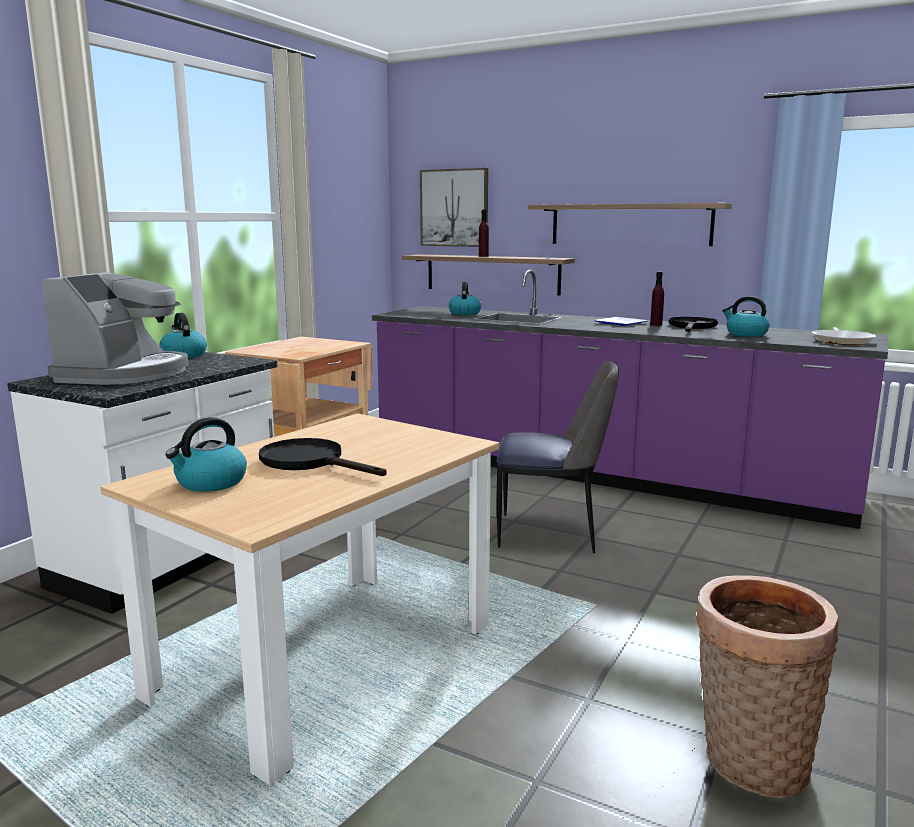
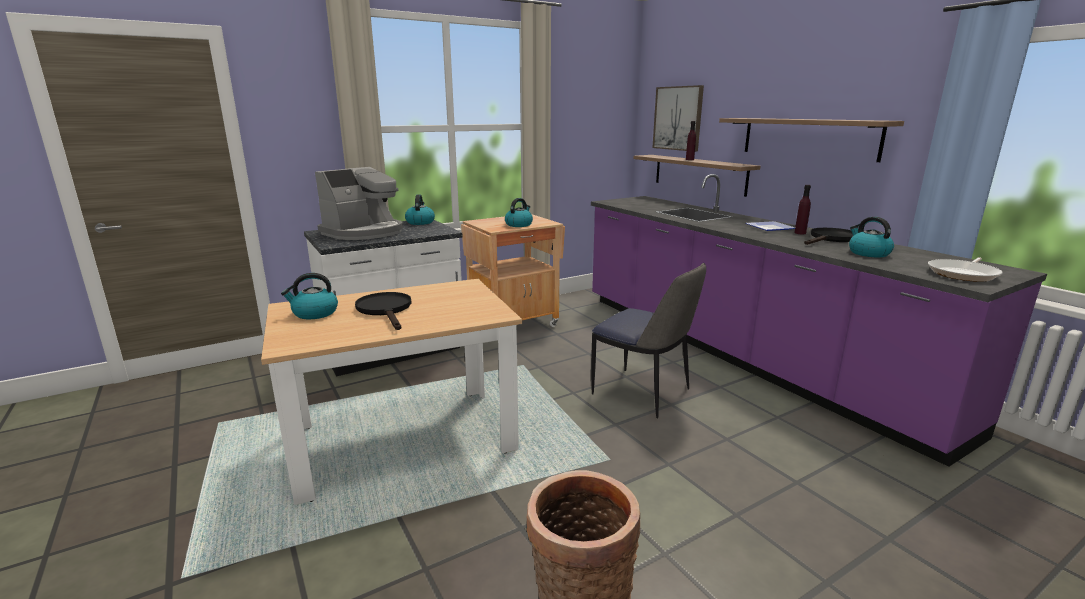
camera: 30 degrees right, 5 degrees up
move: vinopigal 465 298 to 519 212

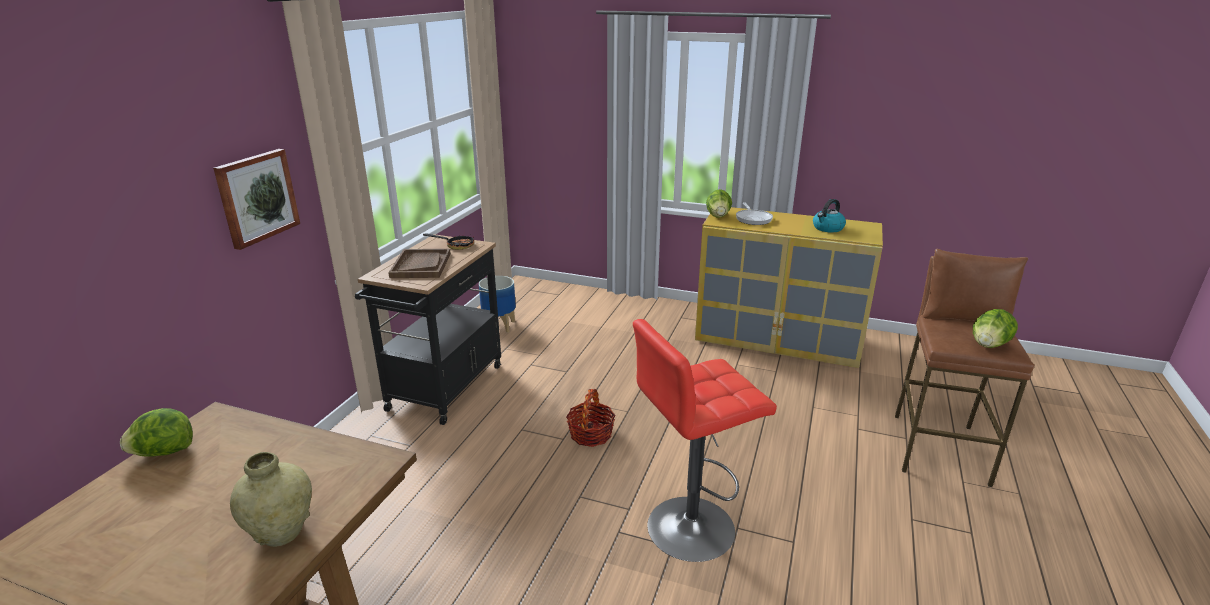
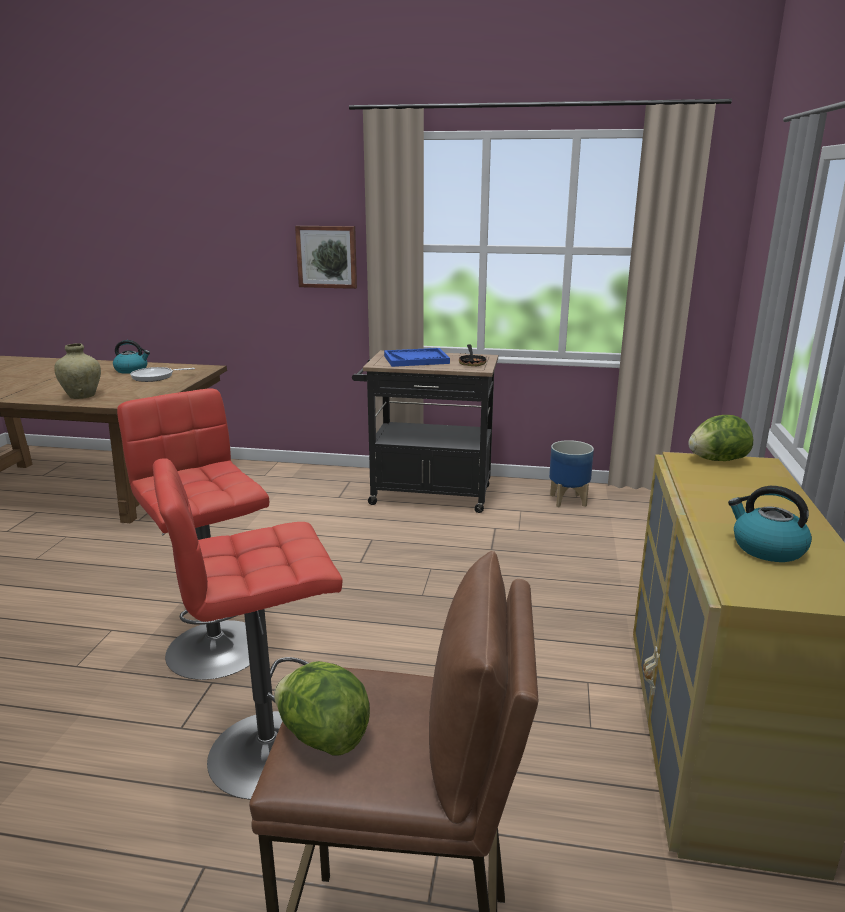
camera: 80 degrees right, 5 degrees down
delete: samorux 156 432; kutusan 591 418
insert: vinopigal 131 357; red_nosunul 248 628
move: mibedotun 754 213 to 162 374
recolor: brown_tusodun 419 263 to blue_tusodun 417 357

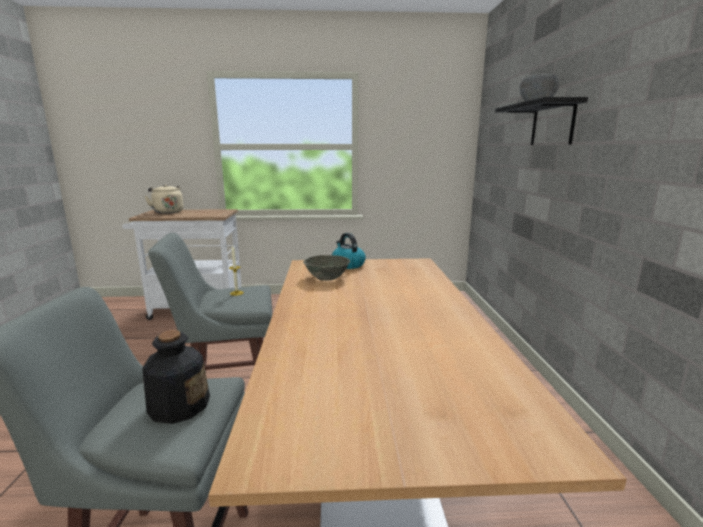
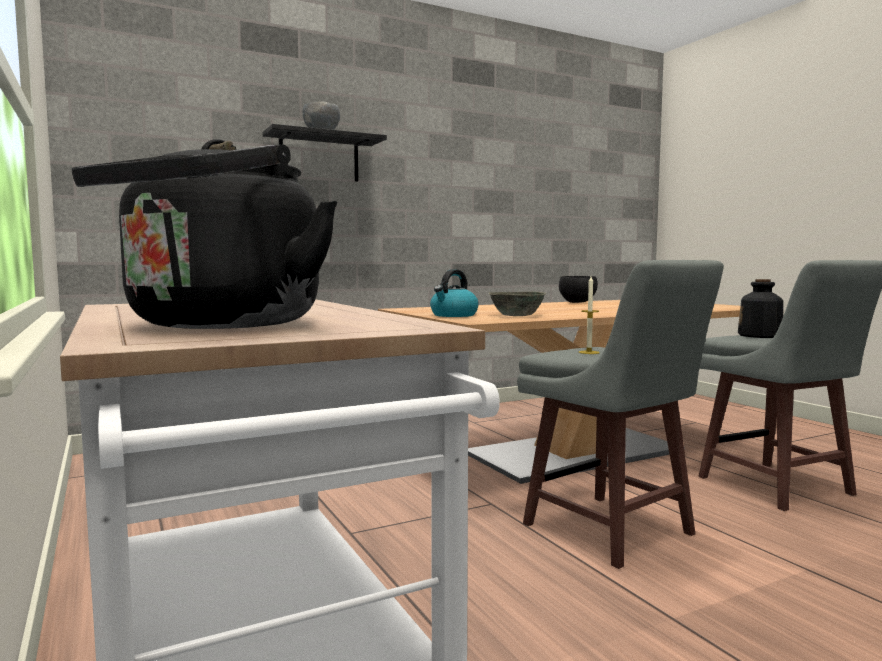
camera: 115 degrees left, 10 degrees down
insert: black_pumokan 578 289
recolor: beige_vinopigal 164 199 to black_vinopigal 204 234

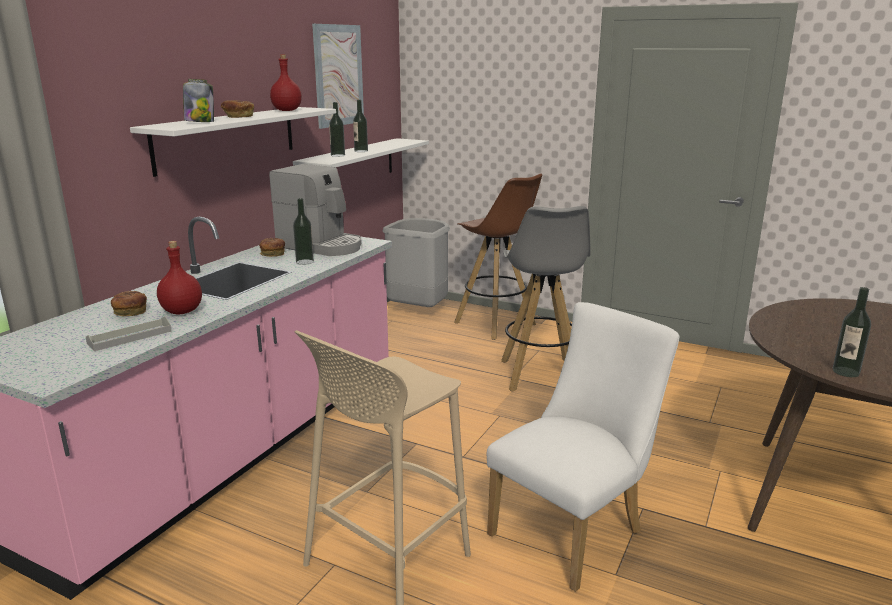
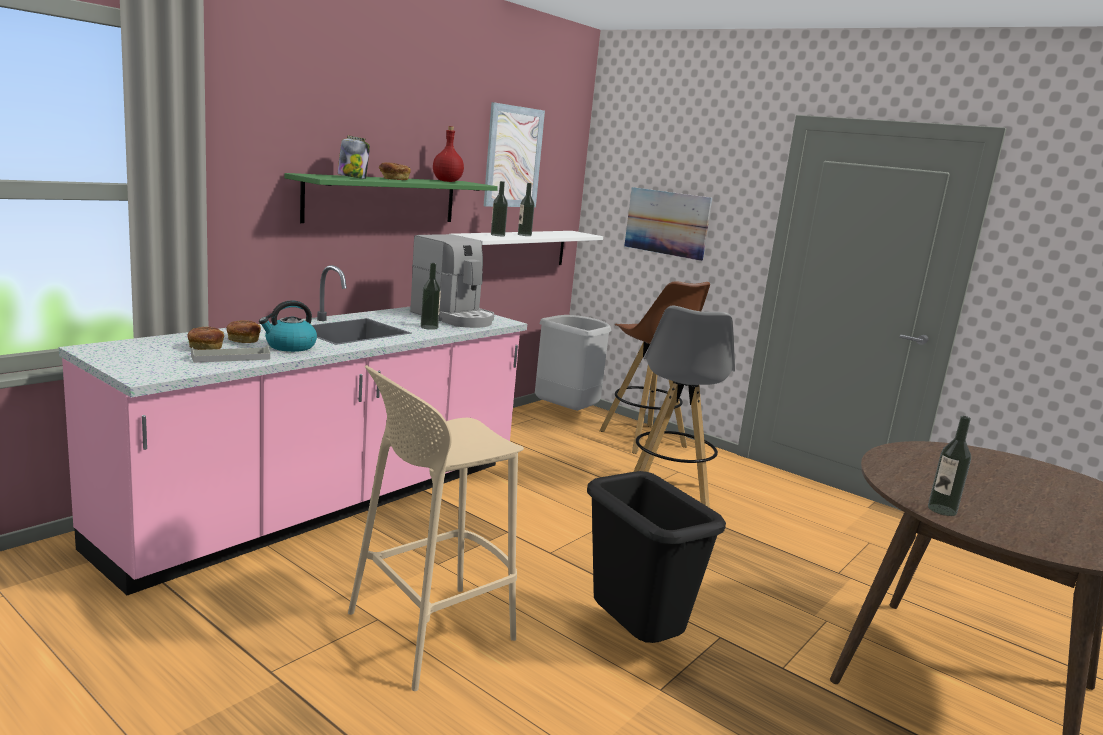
camera: 10 degrees right, 5 degrees down
insert: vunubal 668 224
move: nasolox 272 247 to 206 338
replace: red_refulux 179 278 to vinopigal 288 326; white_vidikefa 583 447 to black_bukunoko 656 557
recolor: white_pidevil 233 142 to green_pidevil 391 198

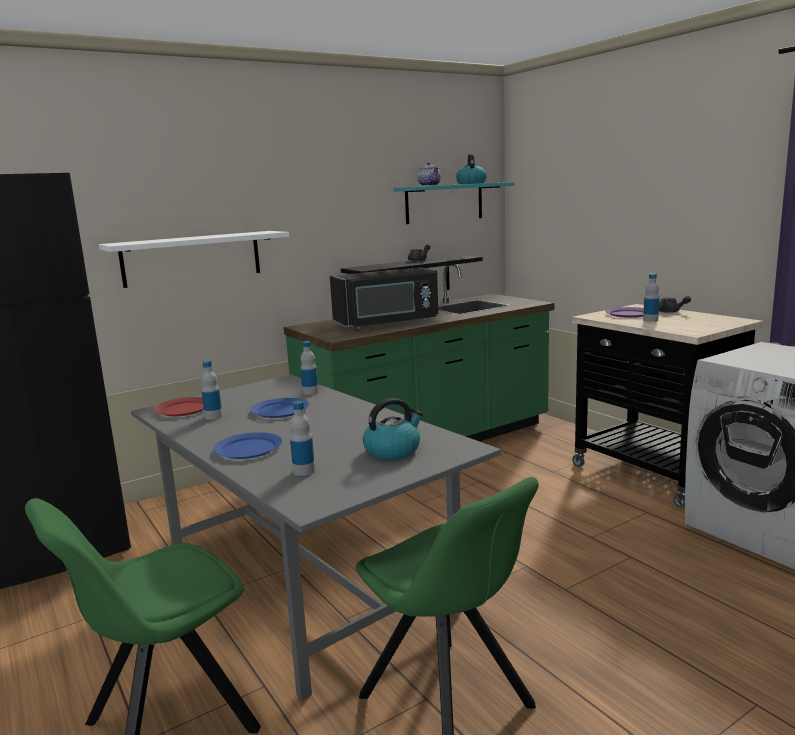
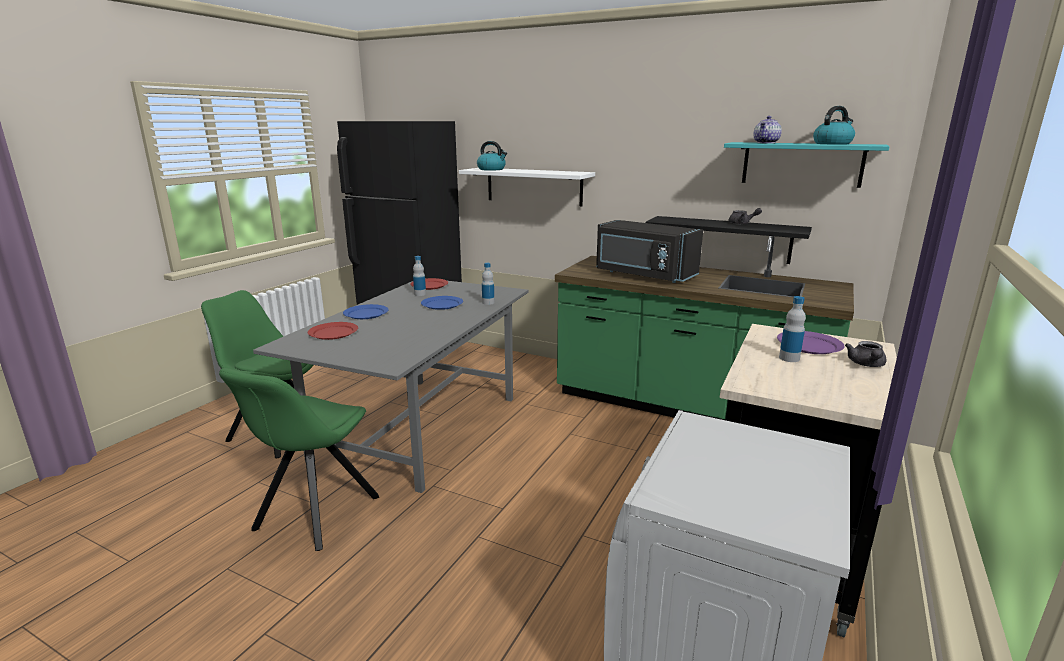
camera: 60 degrees right, 5 degrees up
move: vinopigal 393 429 to 492 156
replace: refulux 302 438 to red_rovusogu 333 331

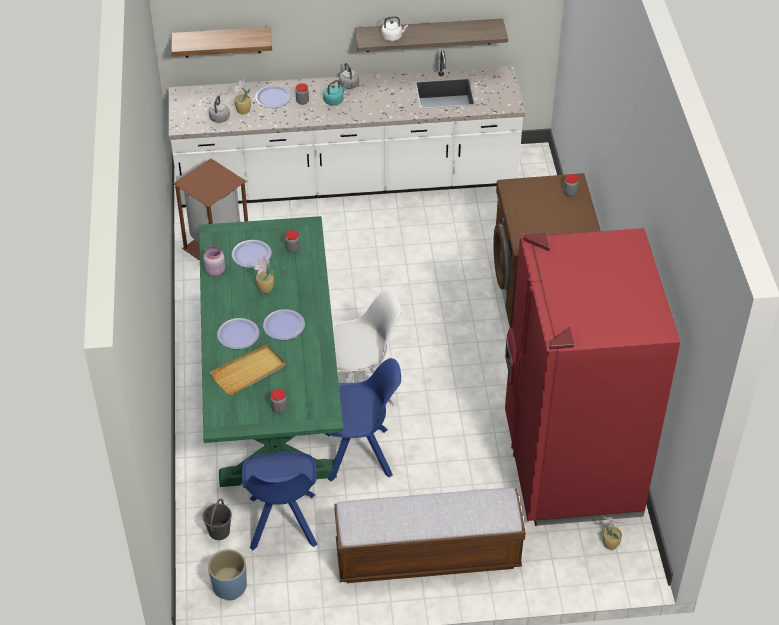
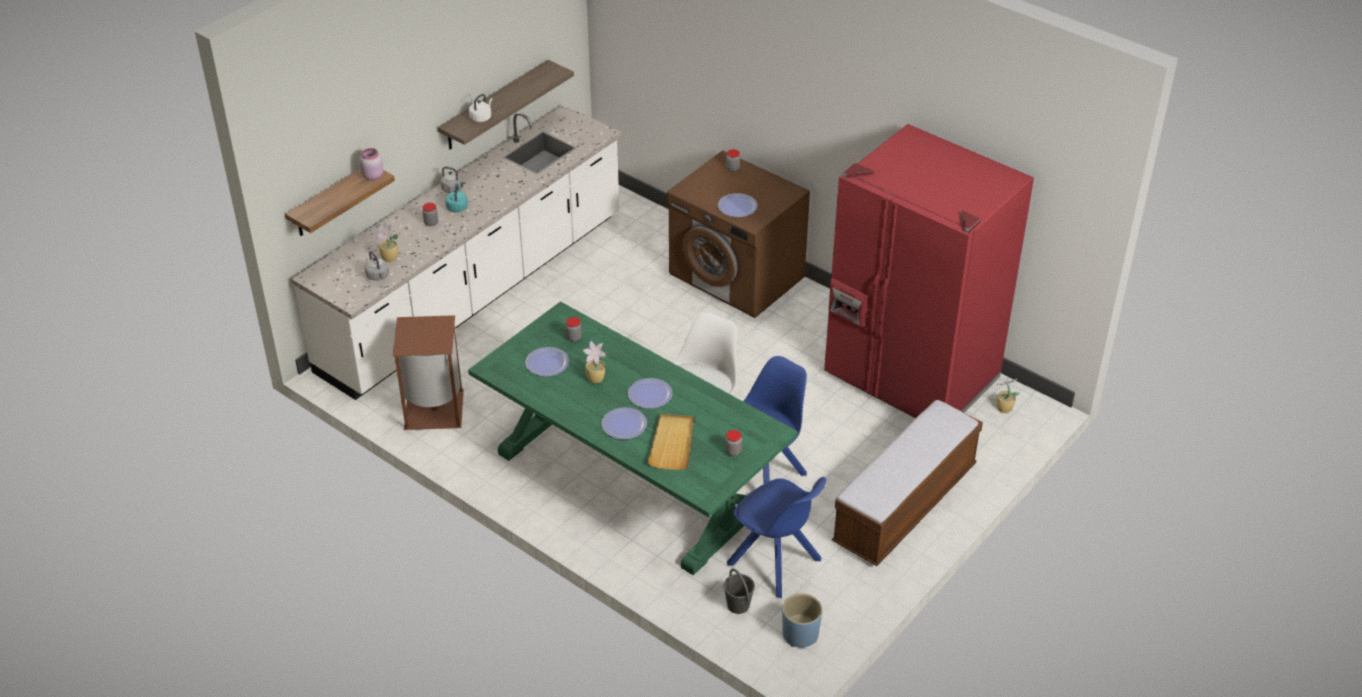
camera: 45 degrees left, 5 degrees down
move: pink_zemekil 214 261 to 371 164; rovusogu 273 96 to 738 205

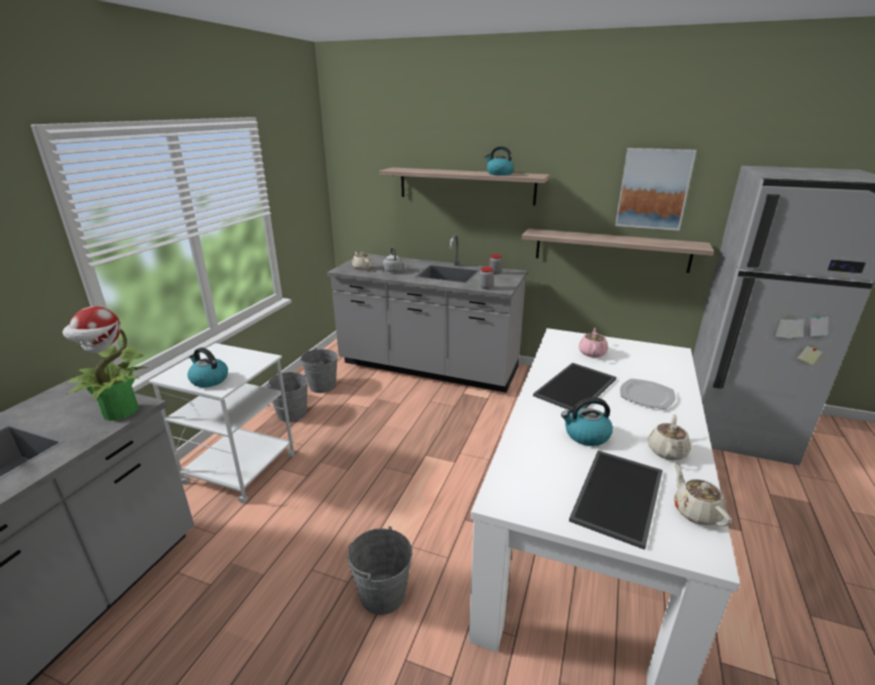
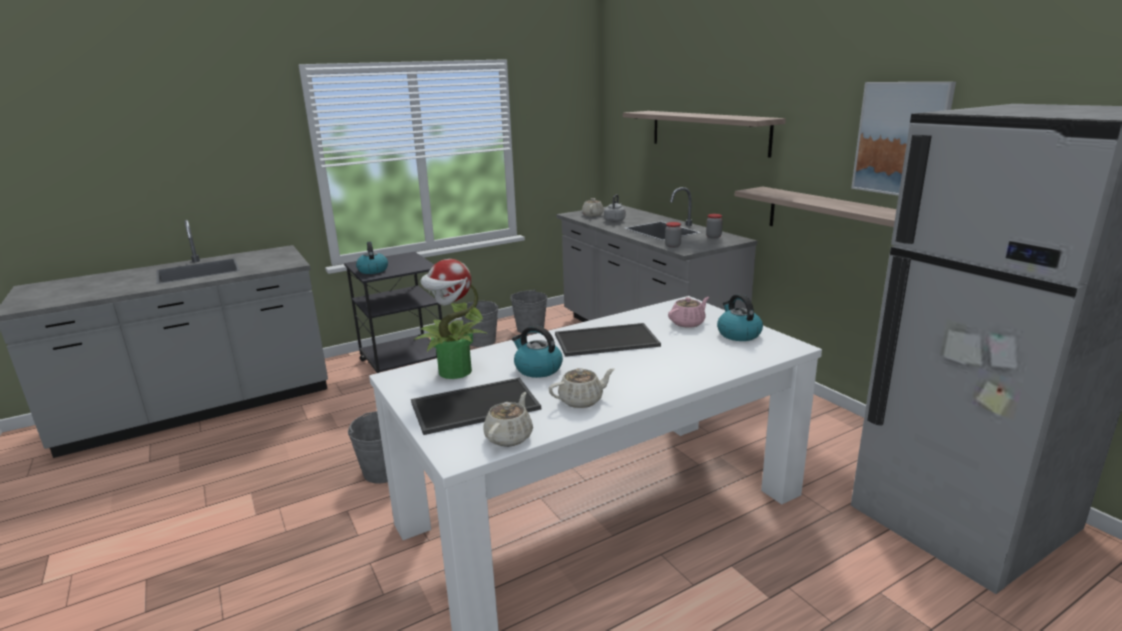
camera: 40 degrees right, 5 degrees down
delete: rovusogu 648 393
move: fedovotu 105 363 to 451 319; vinopigal 499 160 to 740 317
recolor: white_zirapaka 222 423 to black_zirapaka 393 312

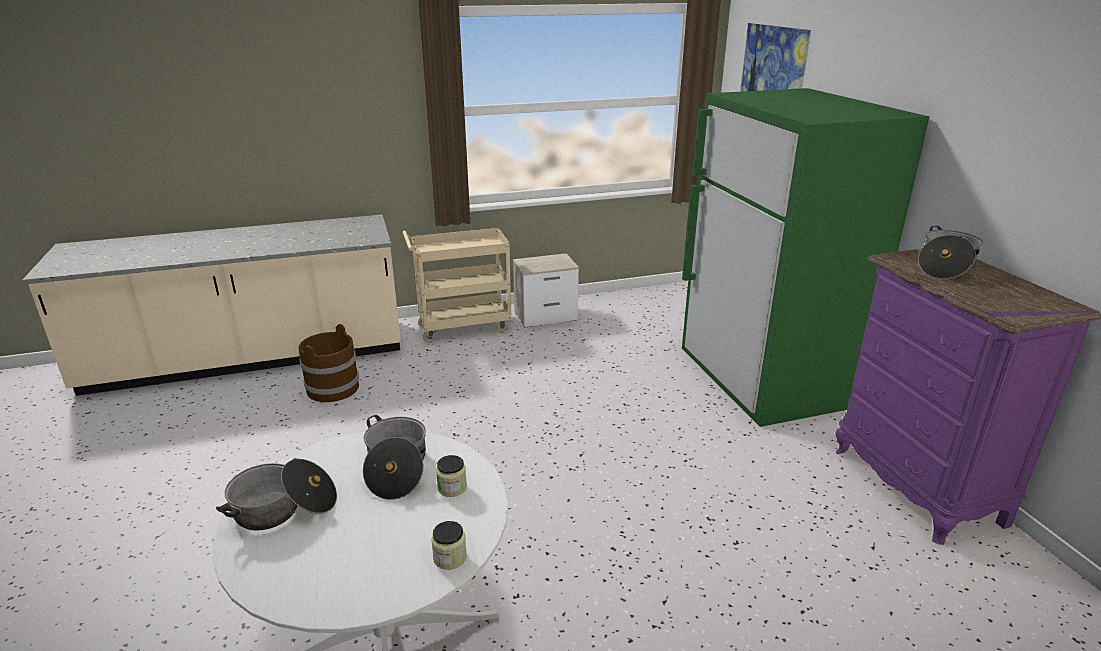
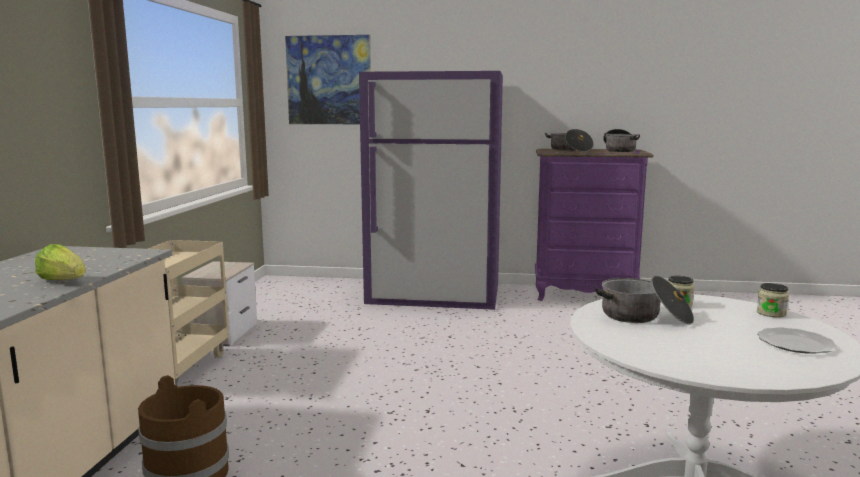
camera: 65 degrees left, 15 degrees down
insert: samorux 60 262; rovusogu 797 340
move: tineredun 276 494 to 621 140
recolor: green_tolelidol 805 257 to purple_tolelidol 431 190

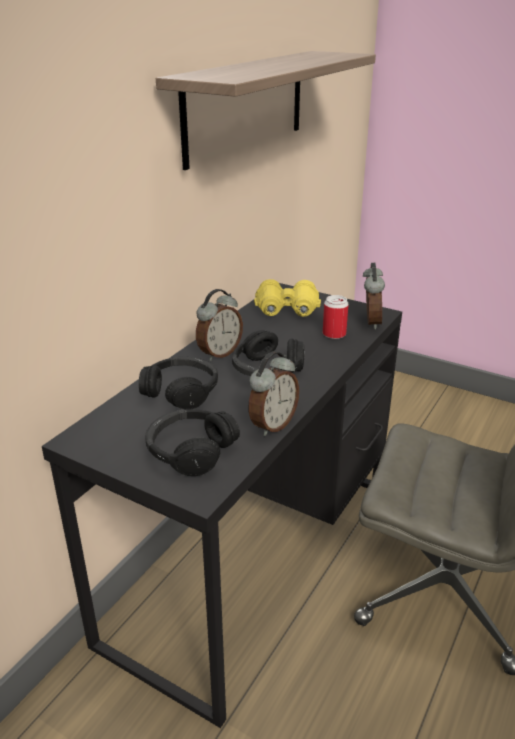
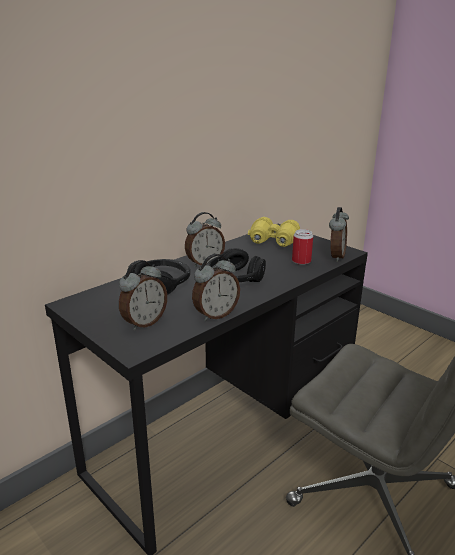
camera: 15 degrees right, 5 degrees down
delete: pidevil 266 110
replace: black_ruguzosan 192 442 to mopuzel 143 295

